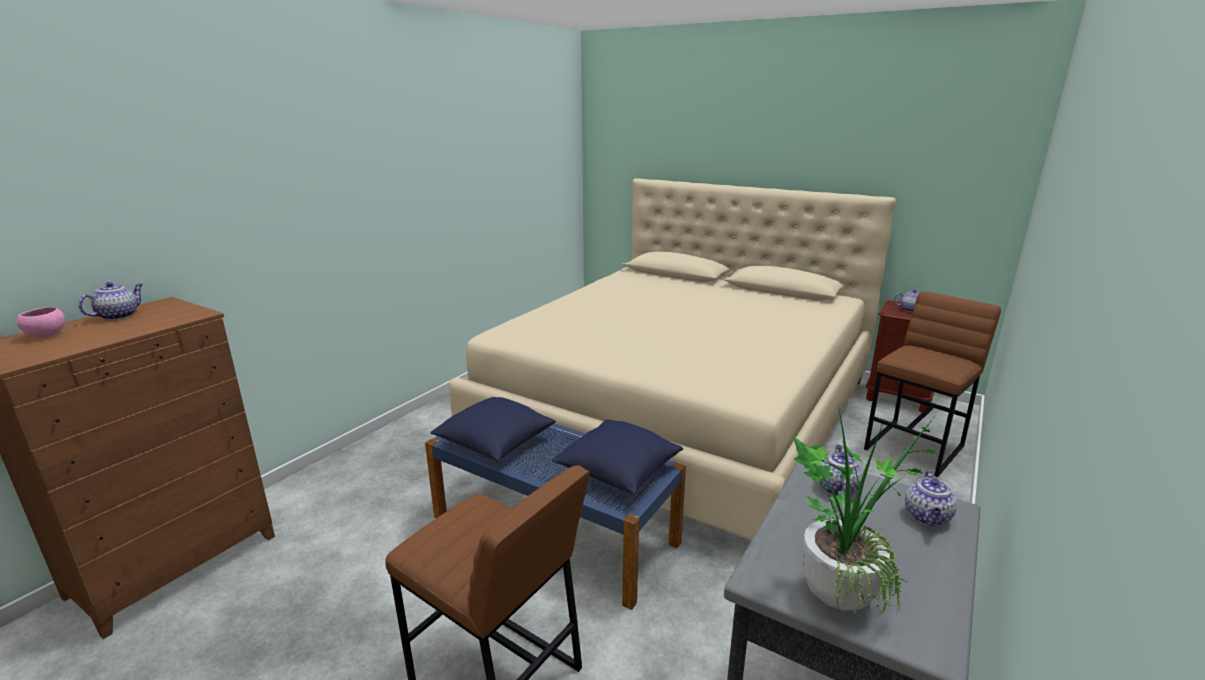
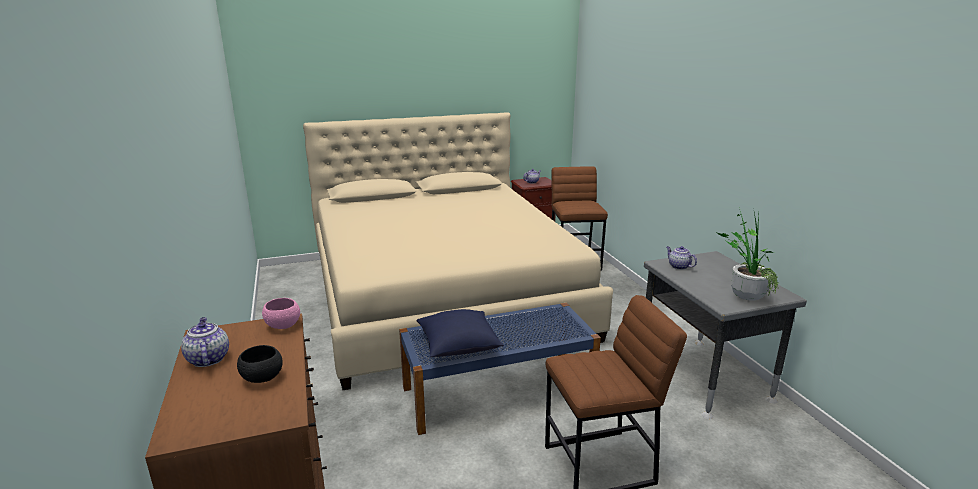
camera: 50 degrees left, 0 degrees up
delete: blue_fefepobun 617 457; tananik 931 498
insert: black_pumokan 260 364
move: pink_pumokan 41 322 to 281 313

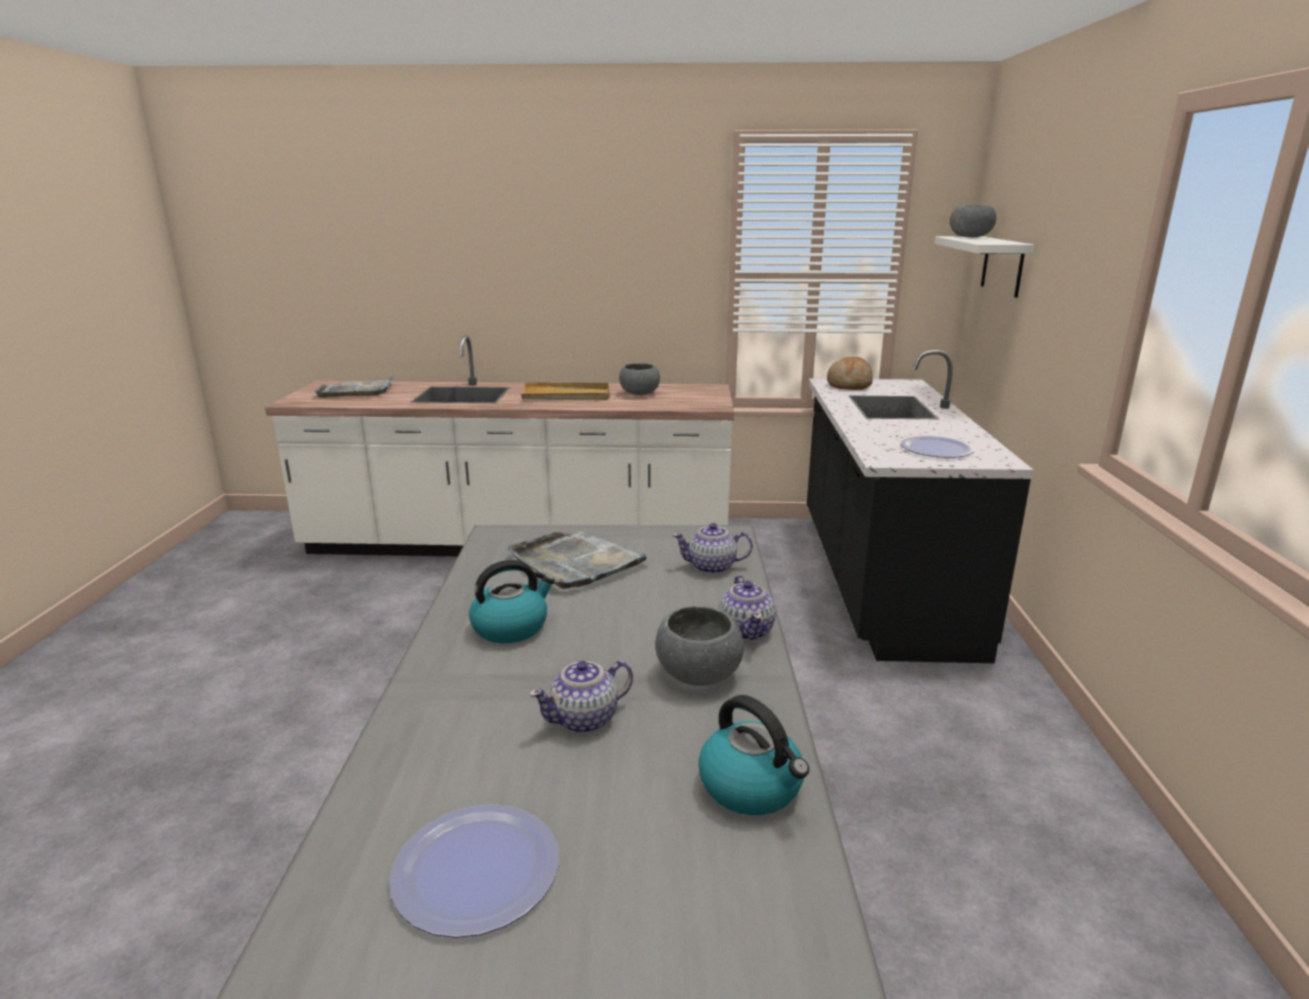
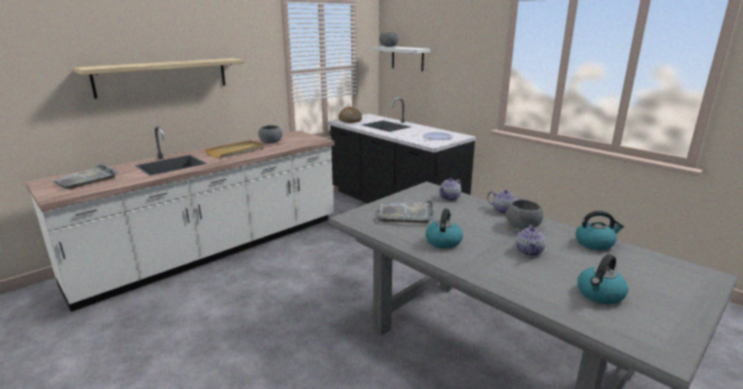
camera: 45 degrees left, 0 degrees up
insert: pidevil 159 78
replace: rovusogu 474 871 to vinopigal 603 279

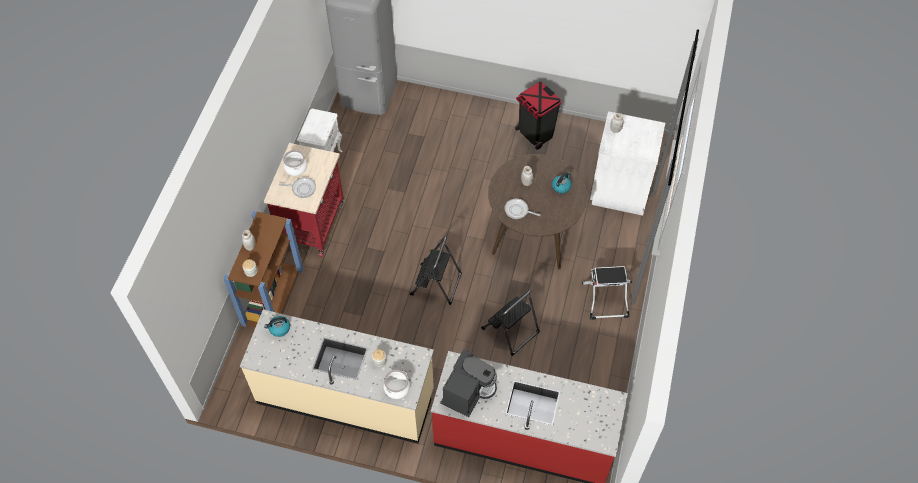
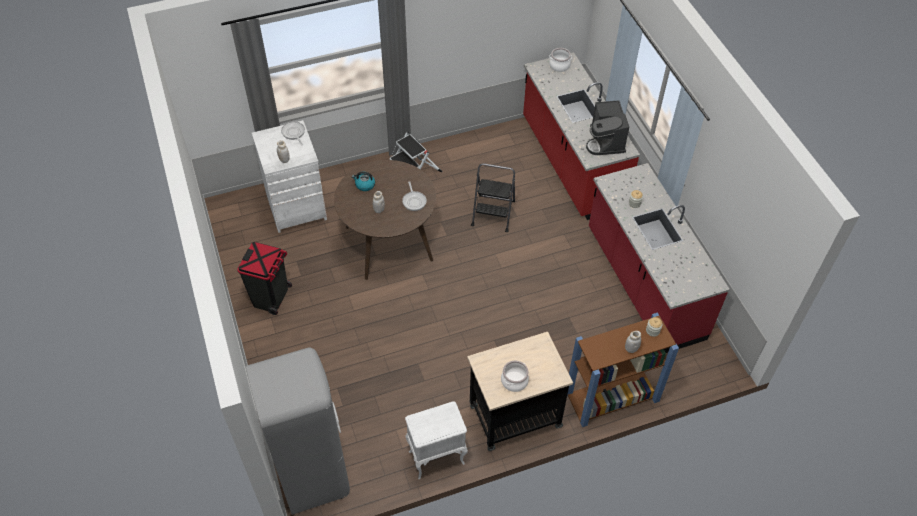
camera: 125 degrees left, 5 degrees down
delete: vinopigal 277 326; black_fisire 436 271
move: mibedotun 297 187 to 293 133; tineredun 397 384 to 560 60
recolor: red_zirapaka 304 200 to black_zirapaka 520 391; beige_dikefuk 337 376 to red_dikefuk 659 258
rotate: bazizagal 468 383 = 607 127 90 degrees counterclockwise

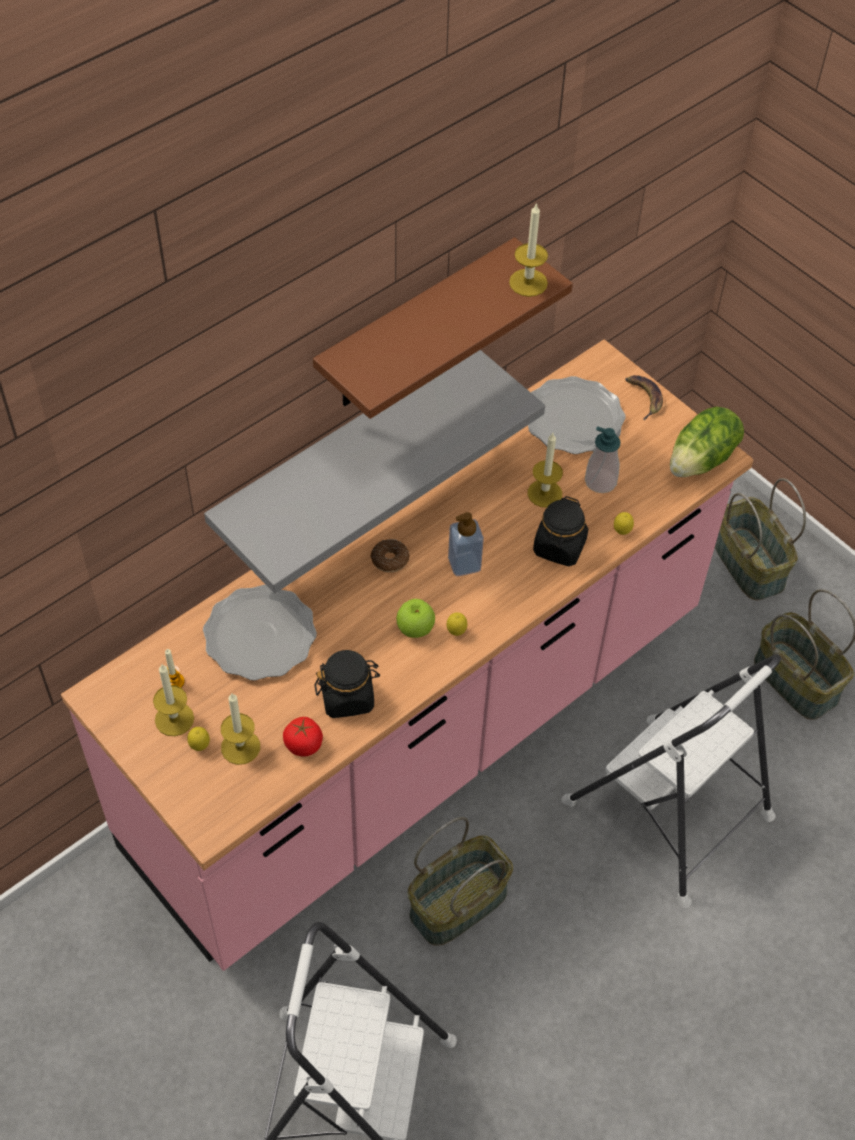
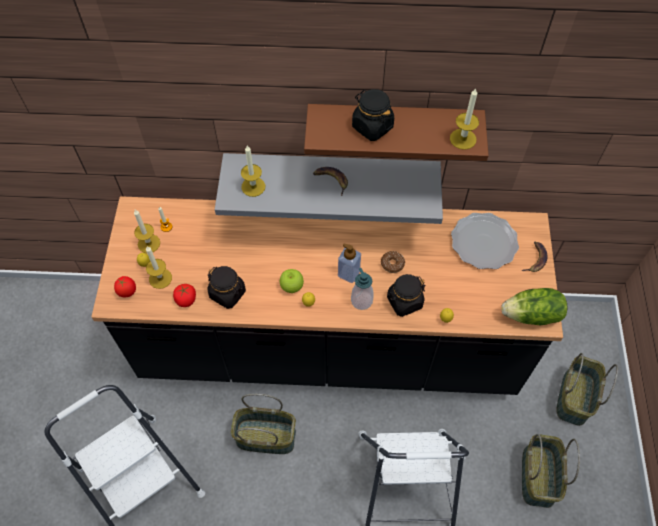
camera: 45 degrees right, 5 degrees up
delete: rovusogu 260 633
insert: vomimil 125 287; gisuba 330 181; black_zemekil 373 115
move: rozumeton 545 470 to 253 171; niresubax 603 459 to 362 289; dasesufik 390 556 to 393 262
recolor: pink_dikefuk 407 655 to black_dikefuk 327 295

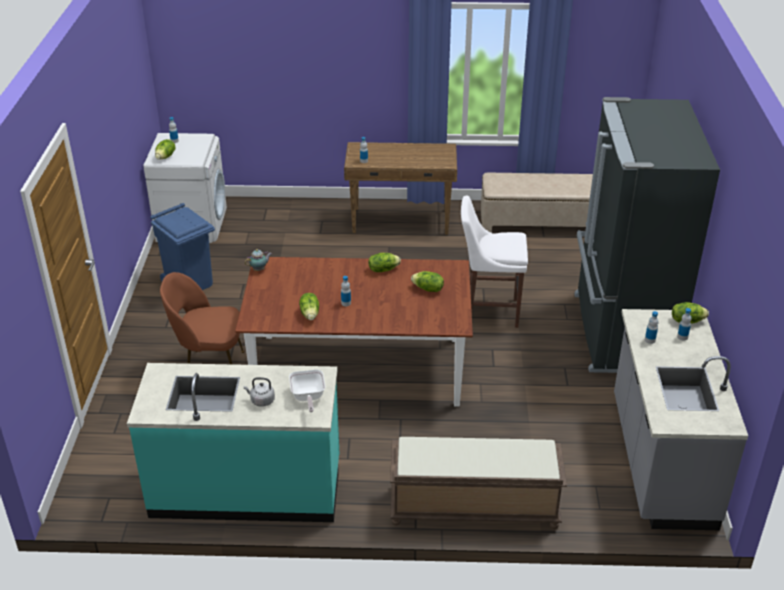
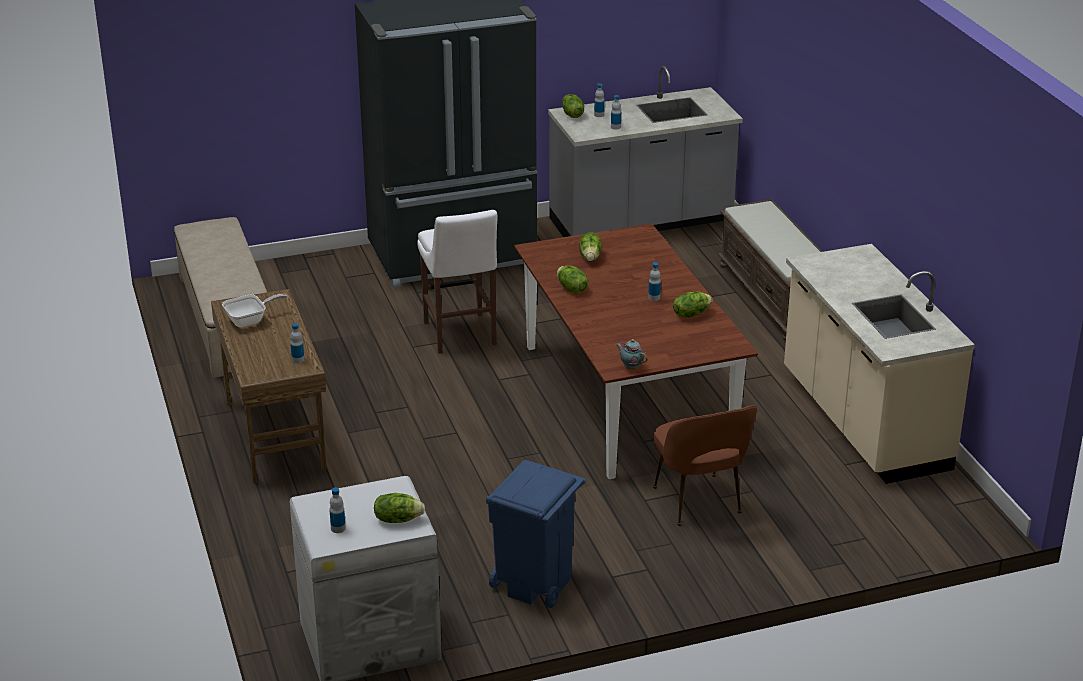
camera: 110 degrees left, 5 degrees down
delete: grey_vinopigal 259 392
move: mibedotun 307 390 to 254 311
recolor: turquoise_dikefuk 233 442 to beige_dikefuk 879 364

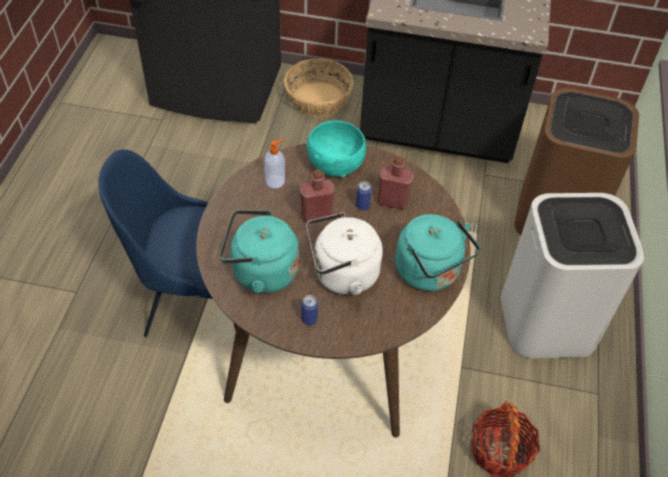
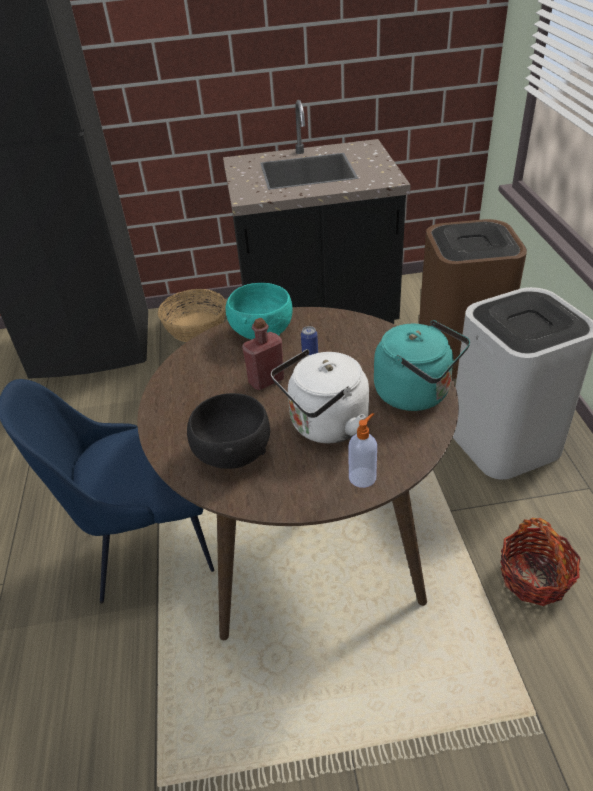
camera: 15 degrees left, 10 degrees down
delete: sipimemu 309 310; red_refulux 396 183
move: niresubax 274 163 to 362 450
replace: turquoise_vinopigal 259 252 to black_pumokan 228 431

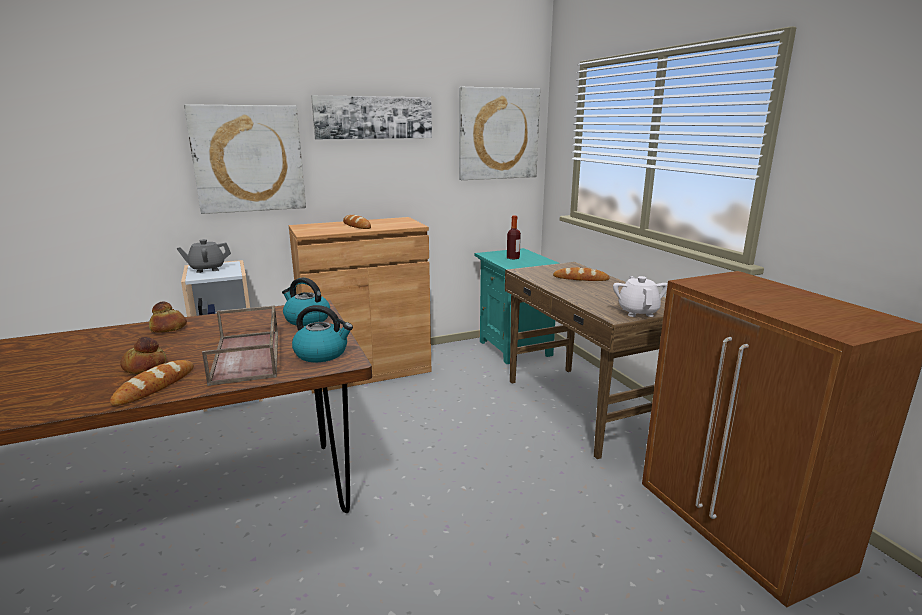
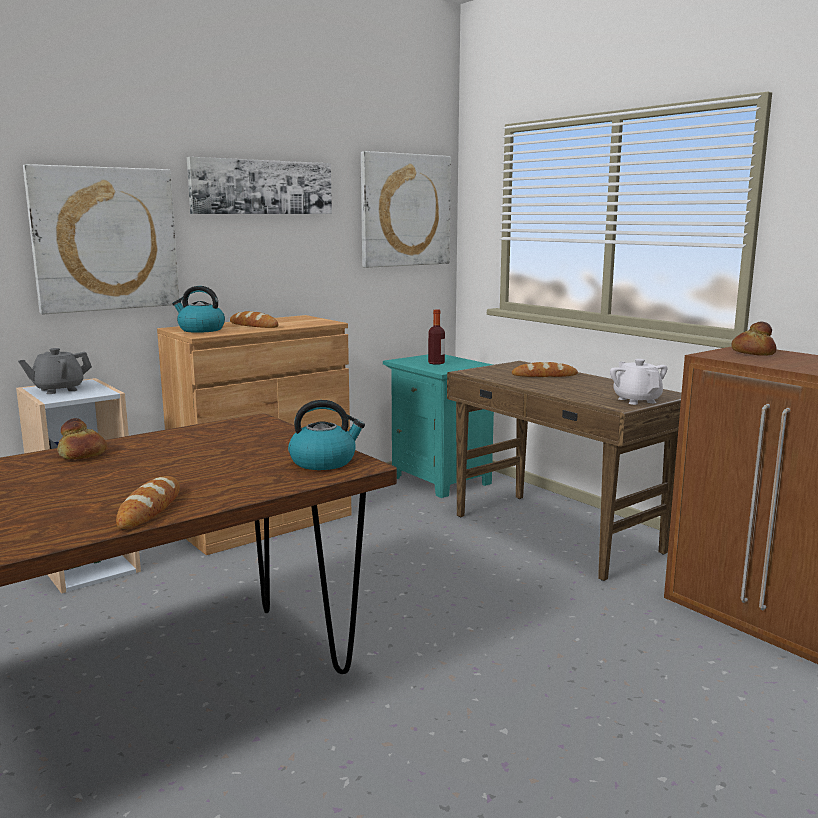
camera: 15 degrees left, 5 degrees down
delete: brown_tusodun 240 345
move: vinopigal 306 302 to 198 309; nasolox 143 355 to 753 338

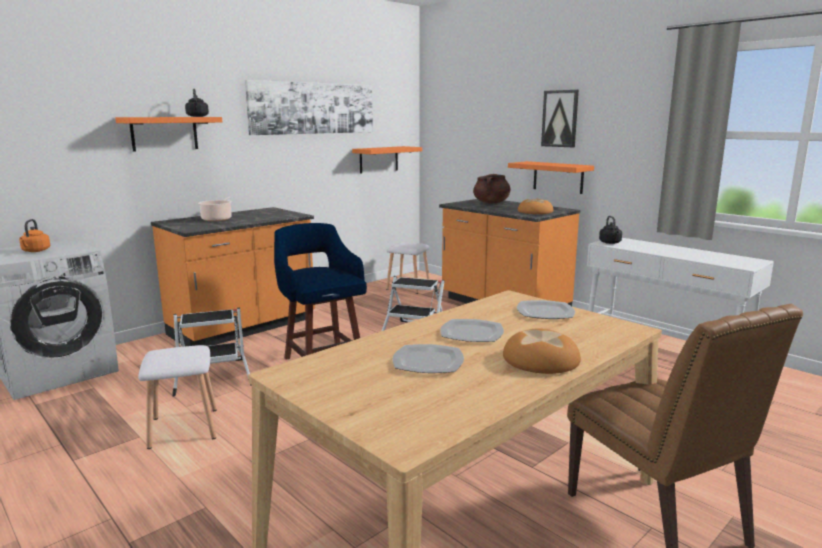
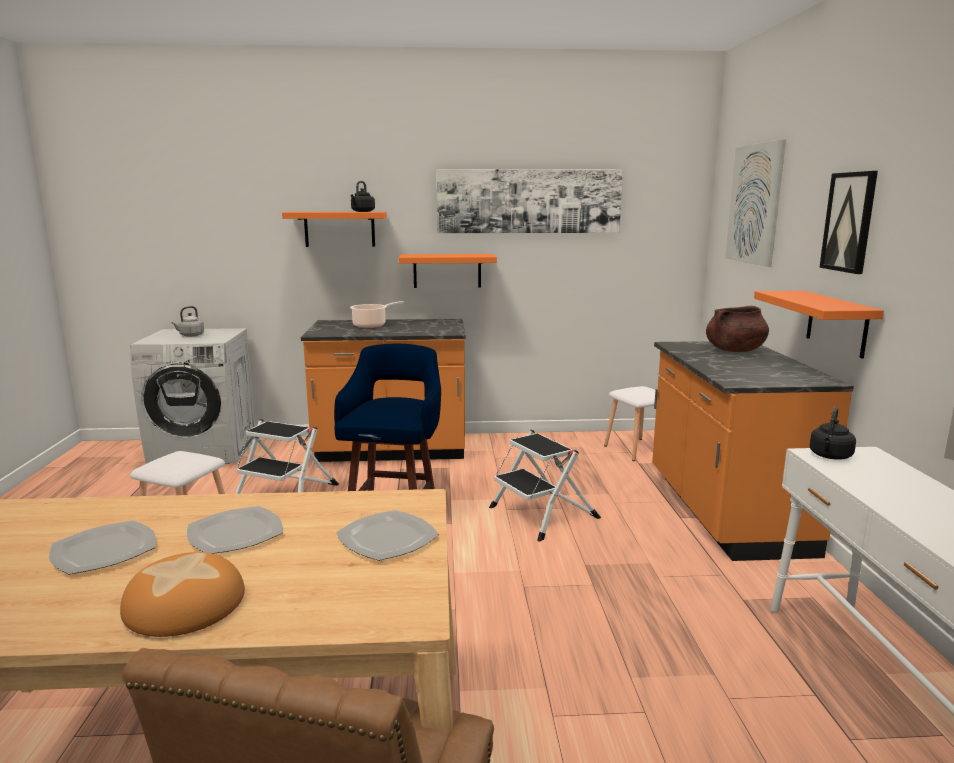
camera: 40 degrees right, 0 degrees up
delete: nasolox 535 206
insert: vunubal 755 203
move: orange_pidevil 387 160 to 447 271
recolor: orange_vinopigal 34 235 to grey_vinopigal 187 321

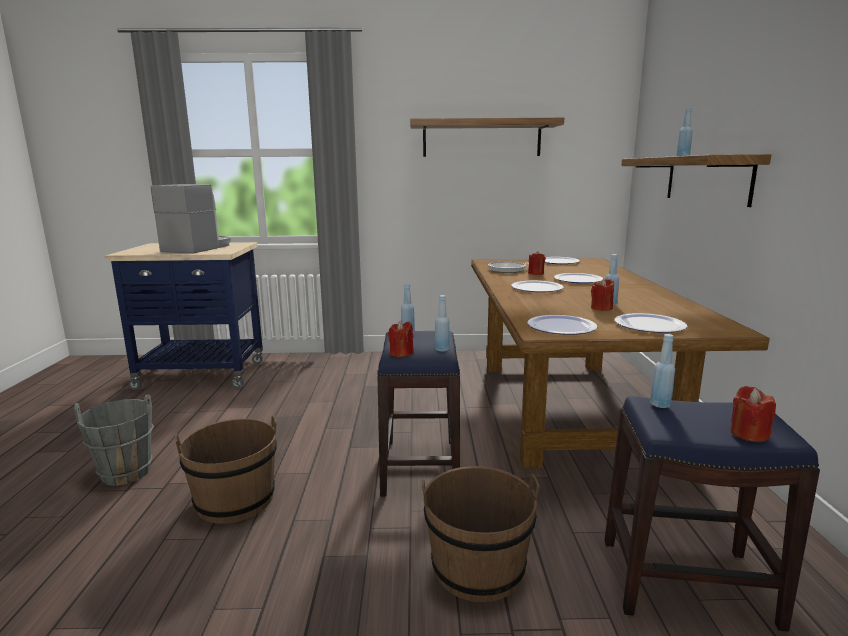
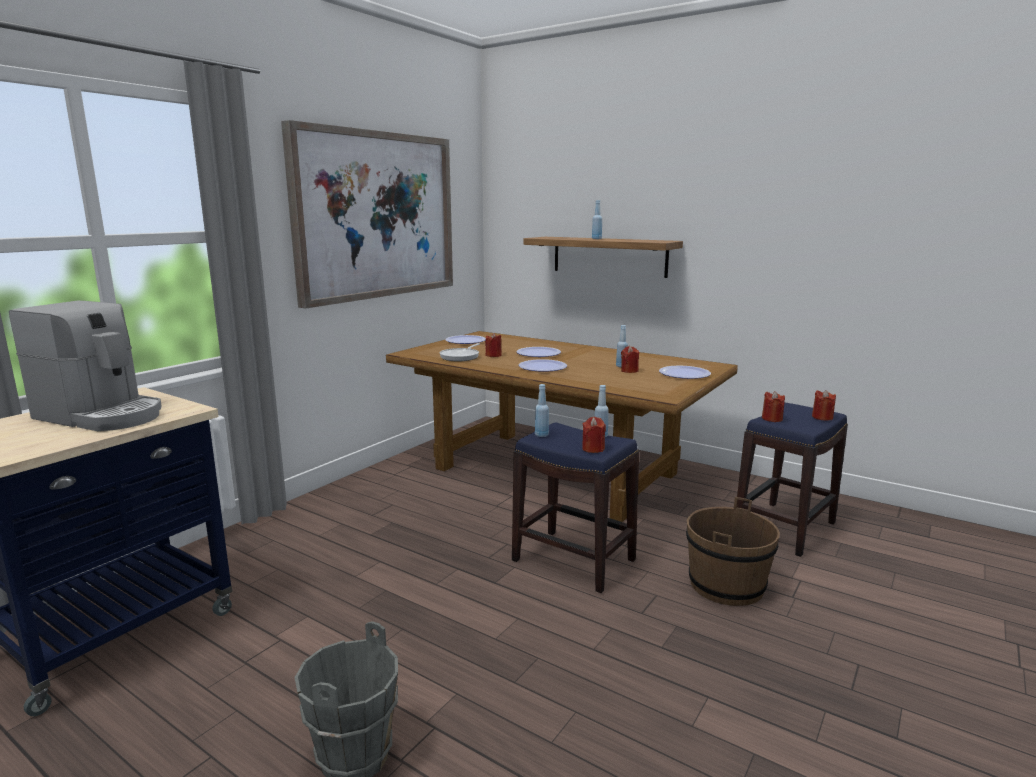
camera: 55 degrees left, 0 degrees up
delete: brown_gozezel 226 469; rovusogu 562 325
replace: pidevil 487 137 to vunubal 367 214; blue_refulux 662 371 to red_rozumeton 773 406
rotate: bazizagal 191 218 = 85 365 150 degrees clockwise

